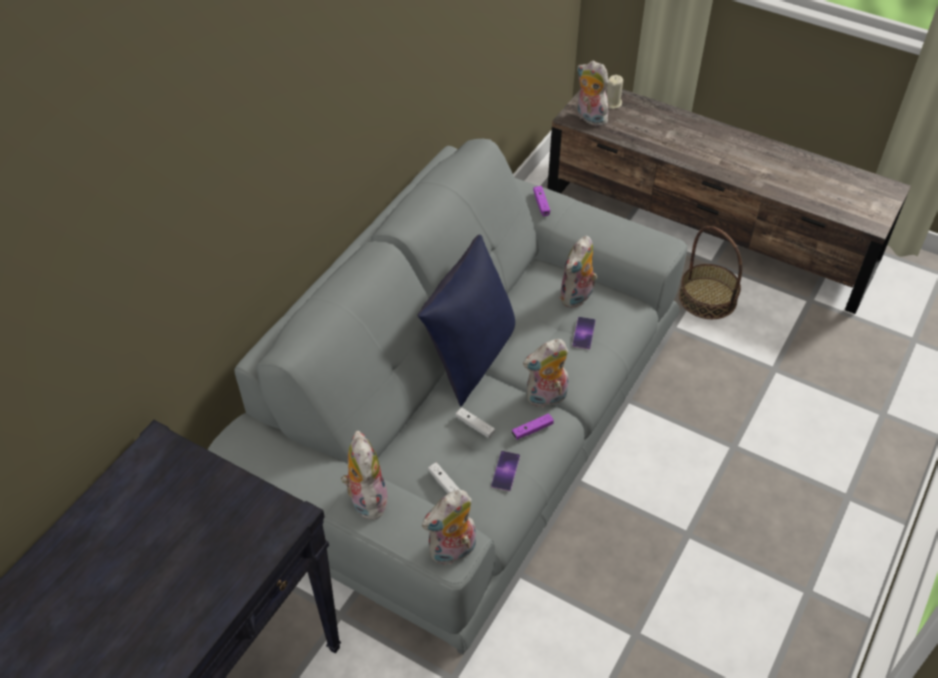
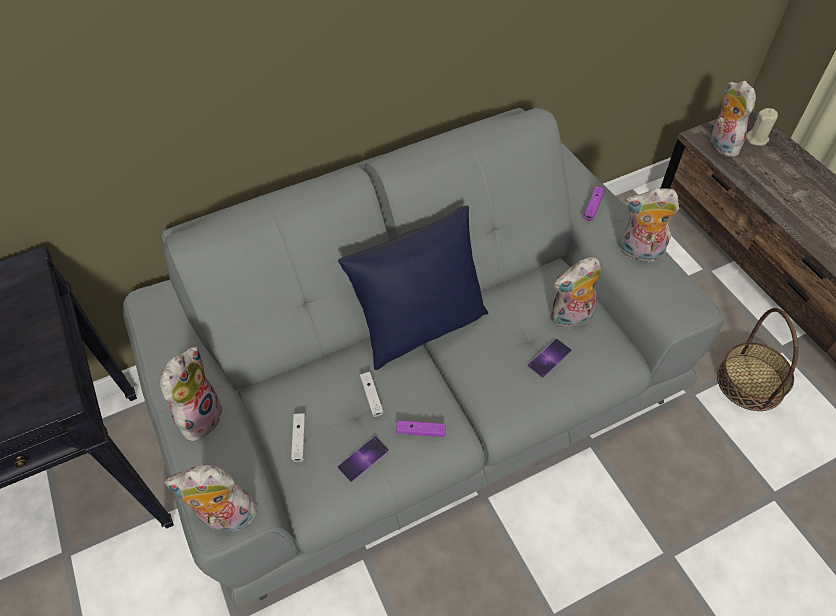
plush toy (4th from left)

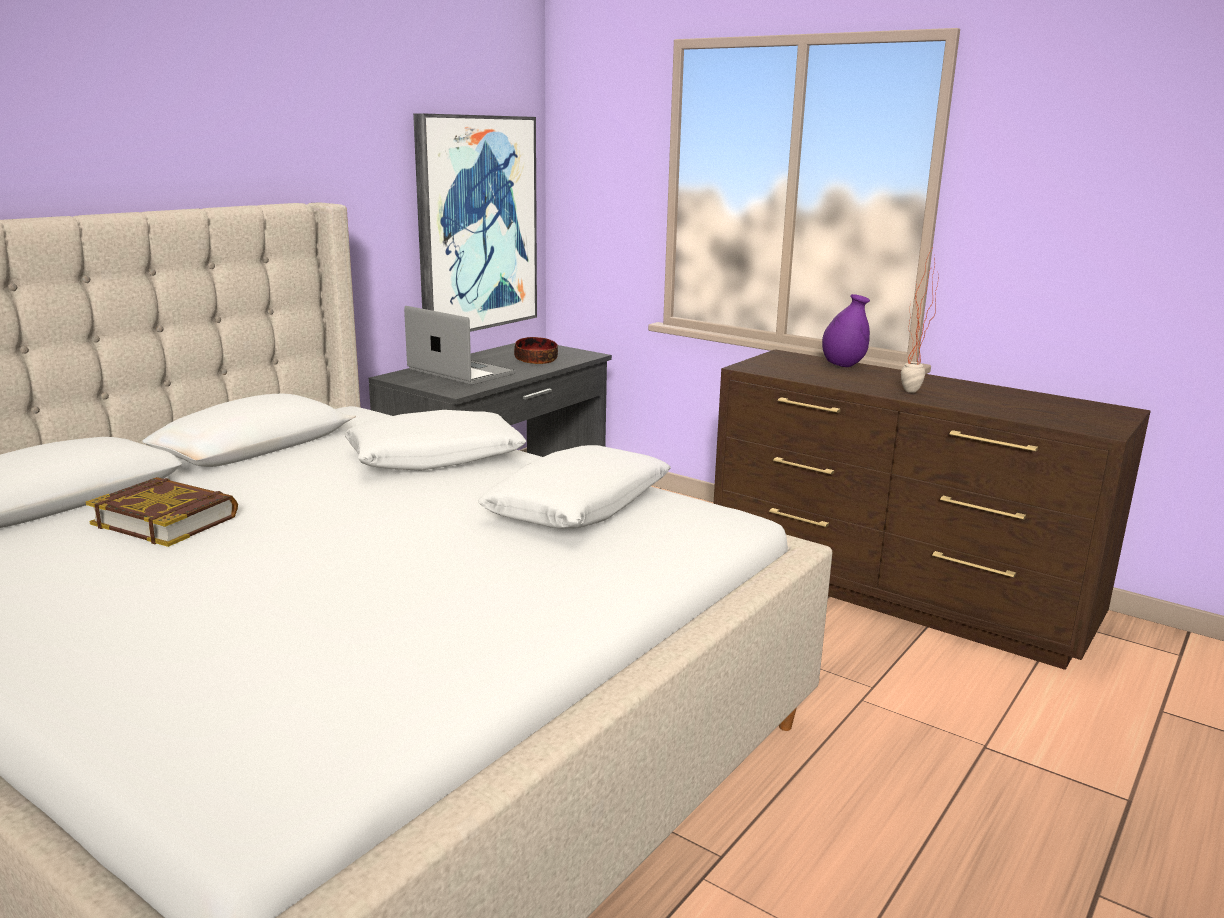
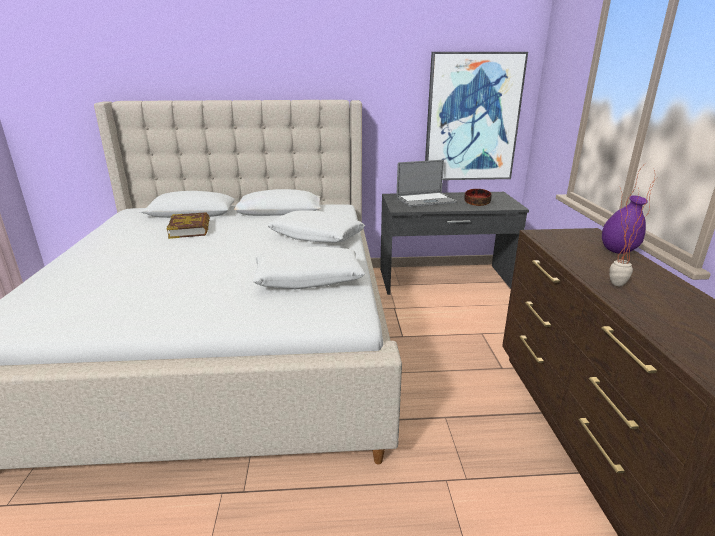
laptop

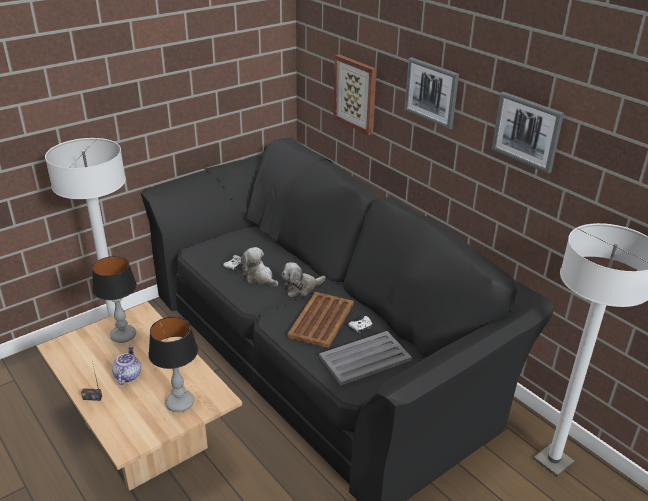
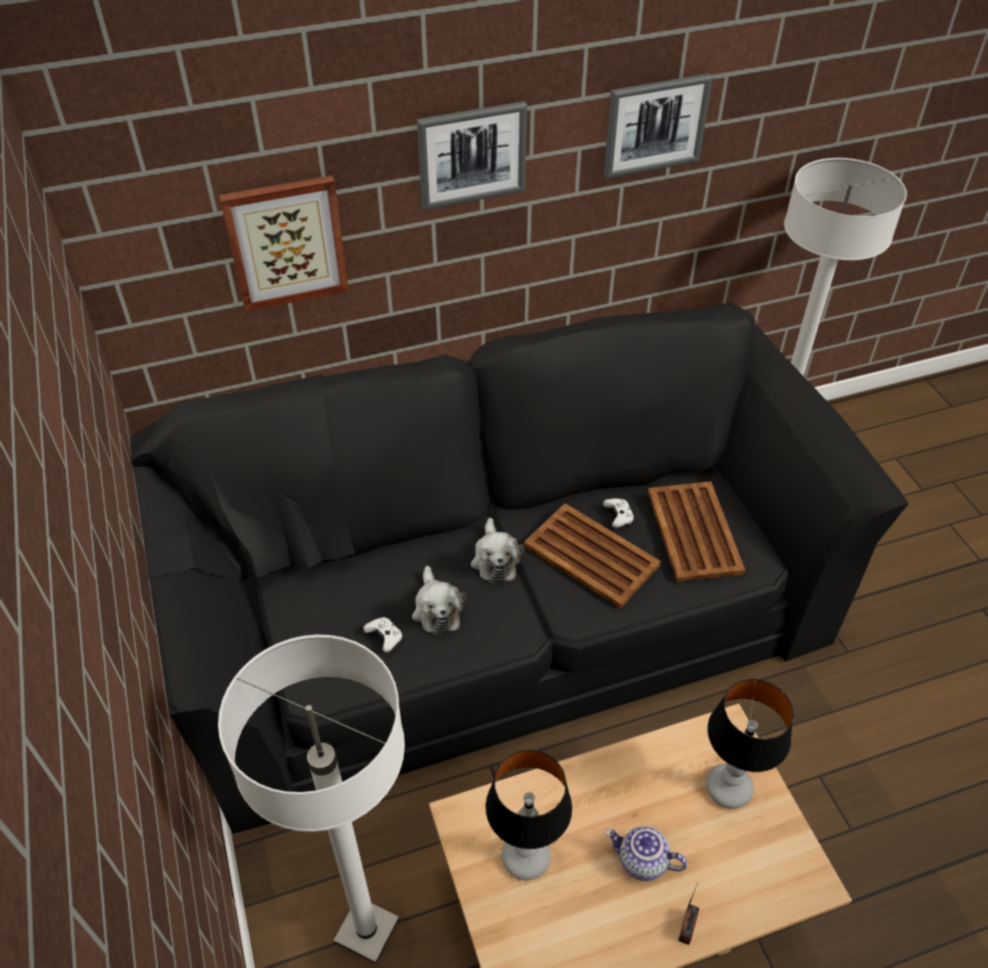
plush toy (1st from left)
brown tray (2nd from left)

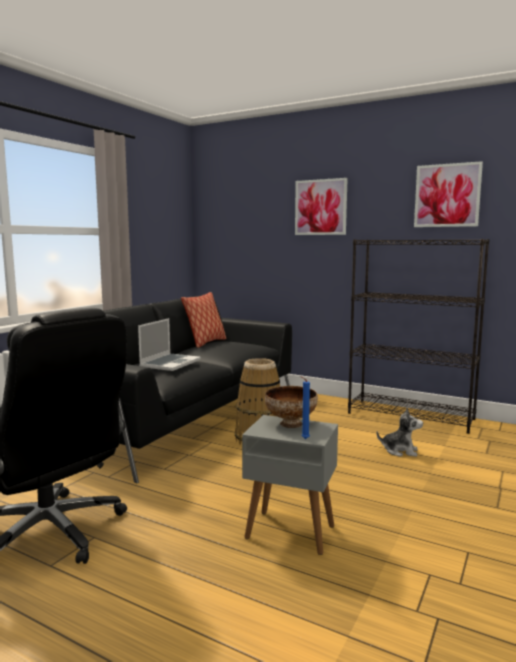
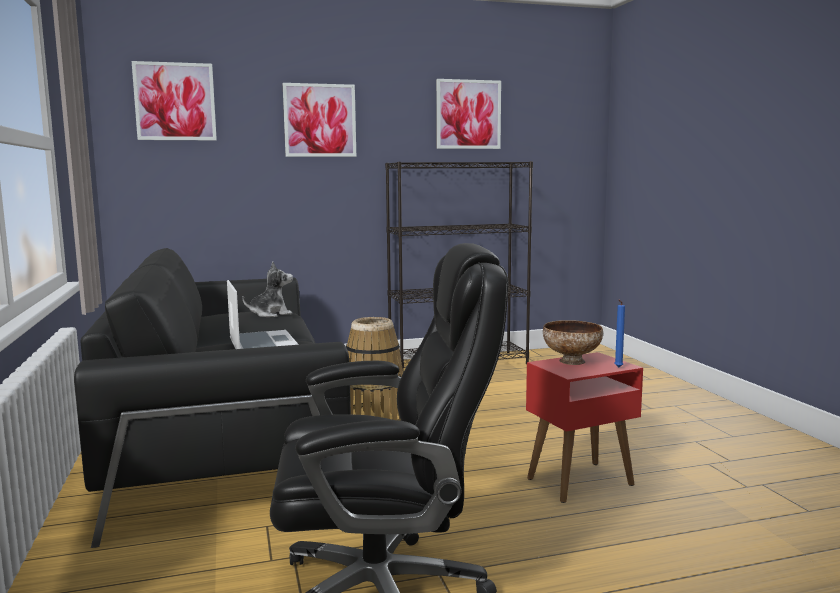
pillow
plush toy
red side table
picture (1st from left)

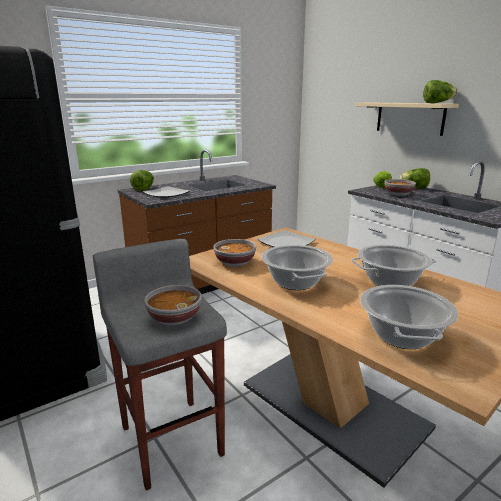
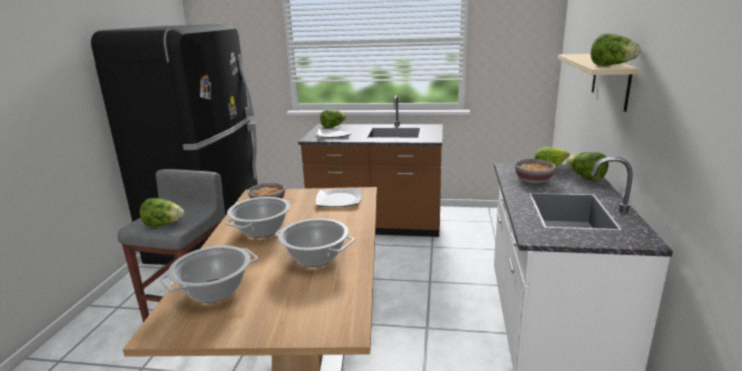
lettuce (1st from left)

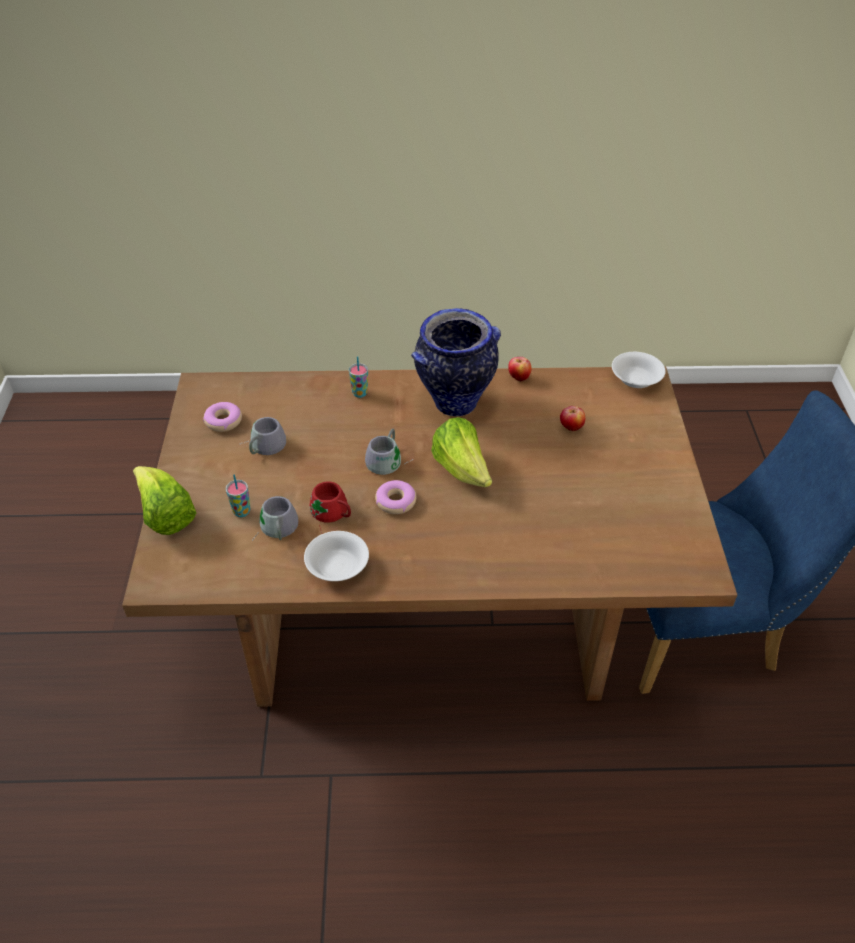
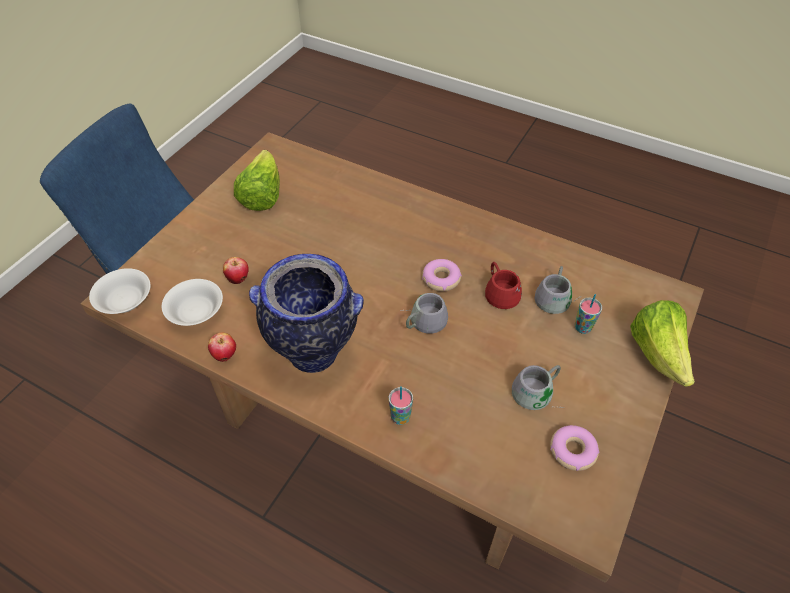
lettuce (1st from left)
white bowl (2nd from left)

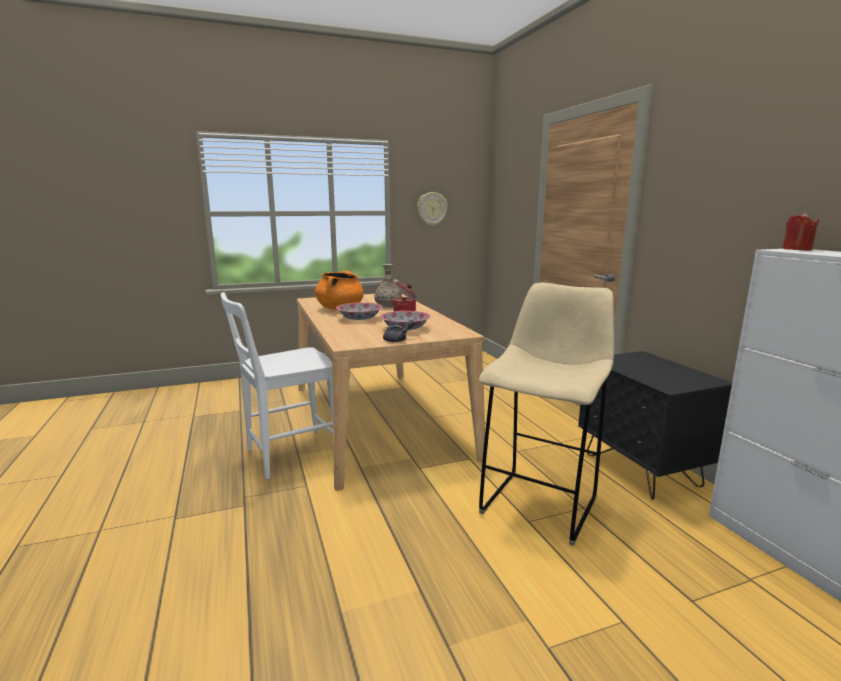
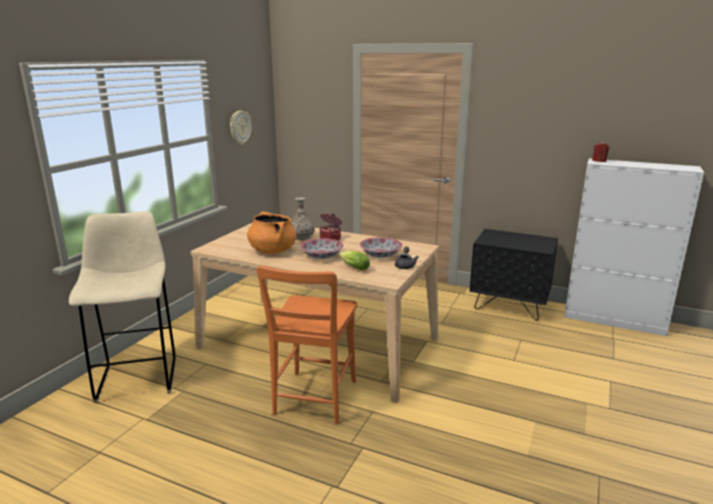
beige stool
orange chair
lettuce

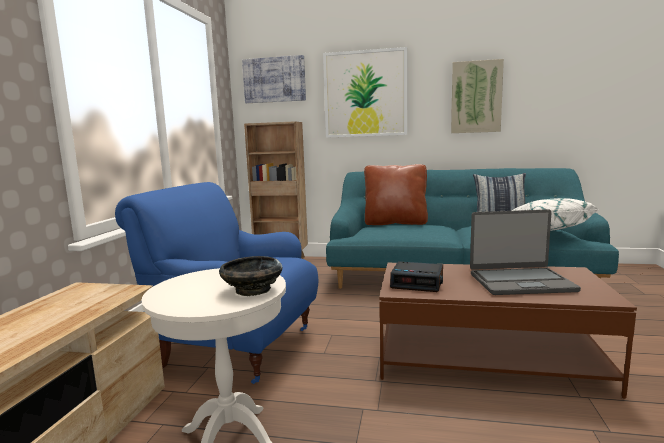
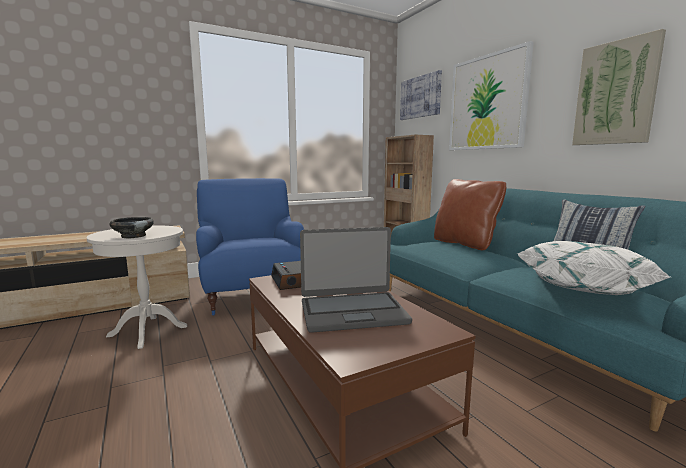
laptop

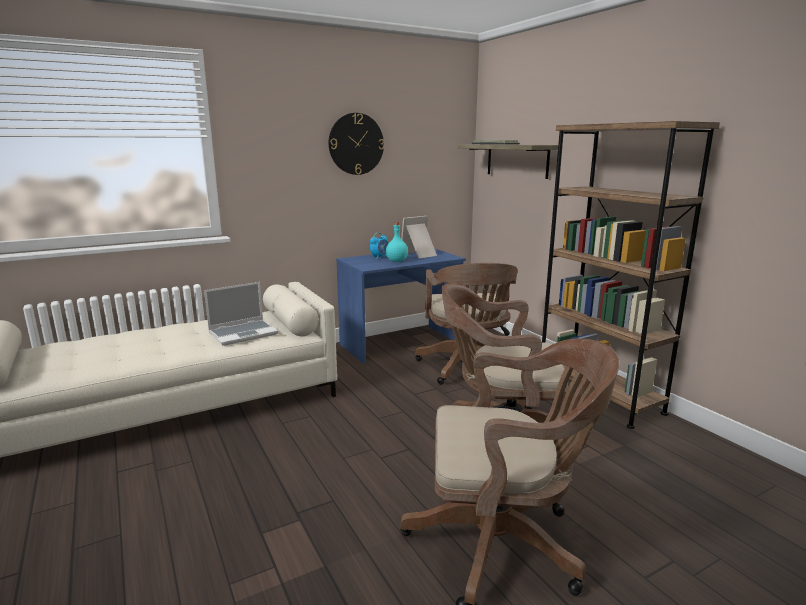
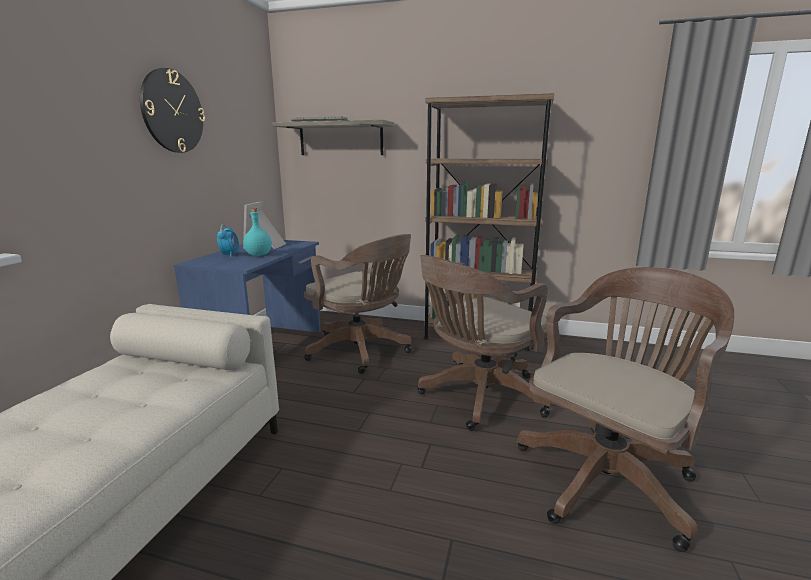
laptop

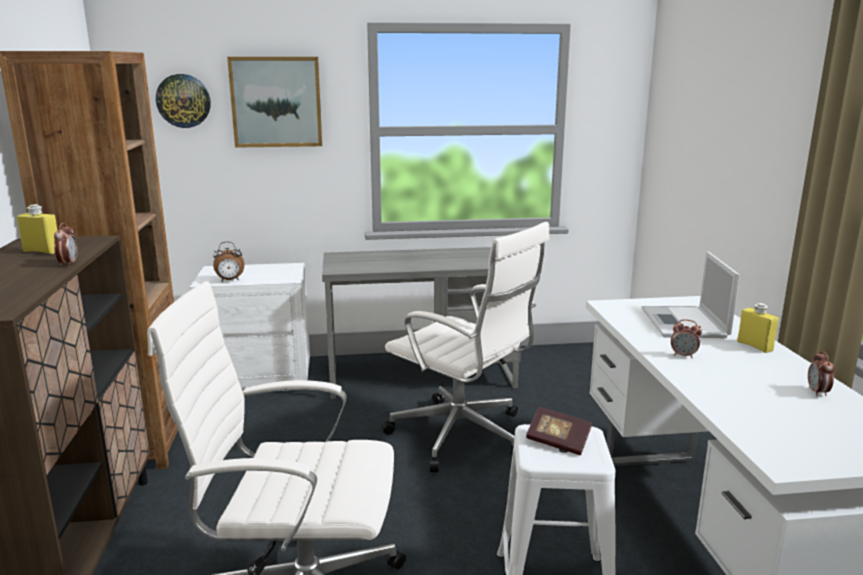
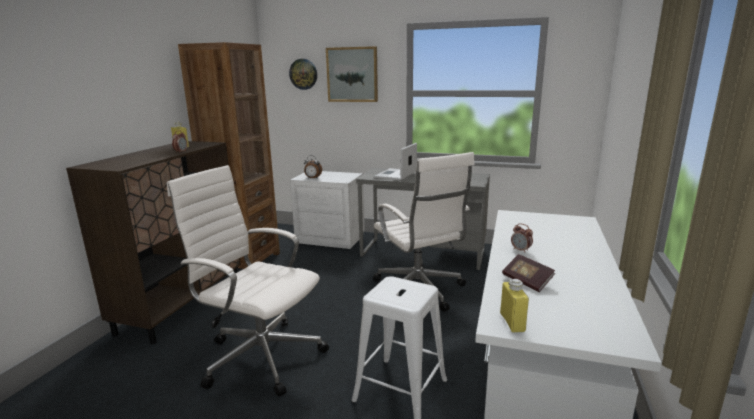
laptop
yellow bottle (2nd from left)
alarm clock (4th from left in the first image)
book

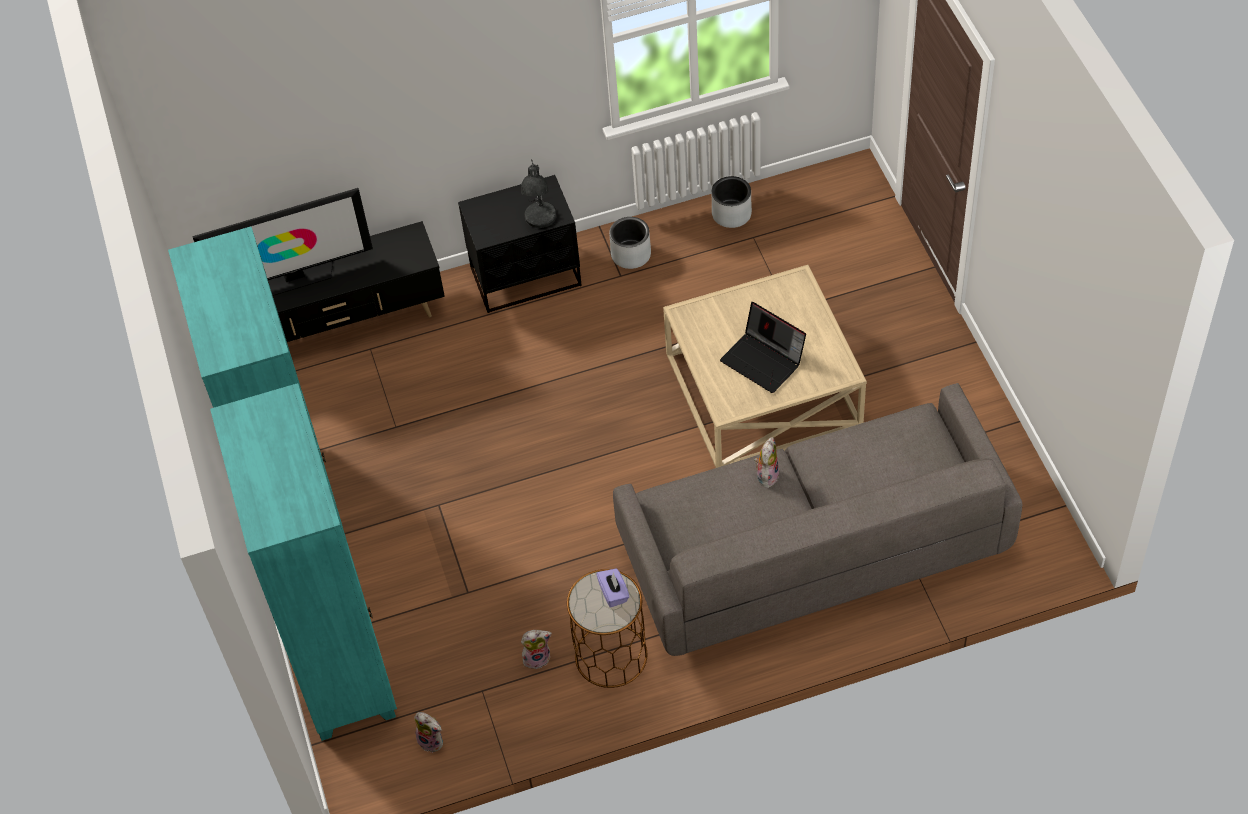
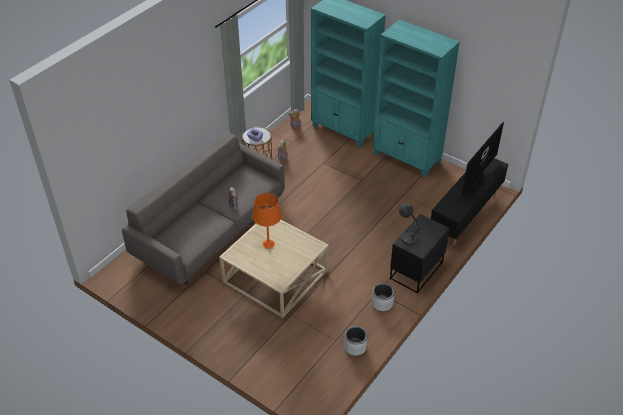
orange table lamp

